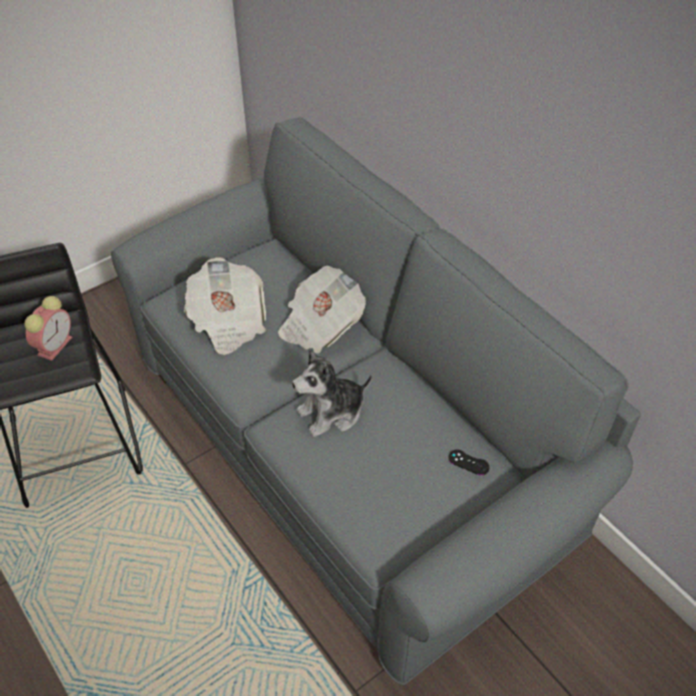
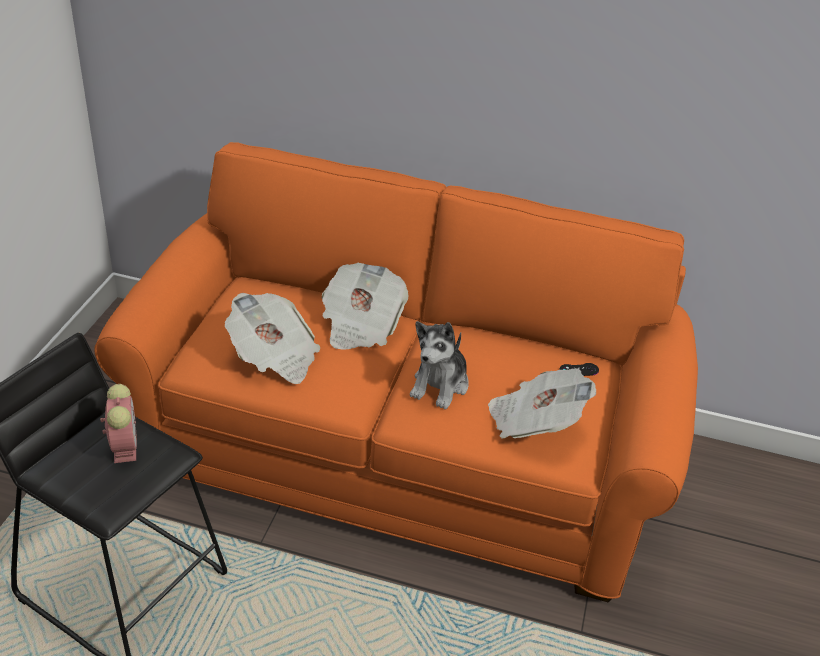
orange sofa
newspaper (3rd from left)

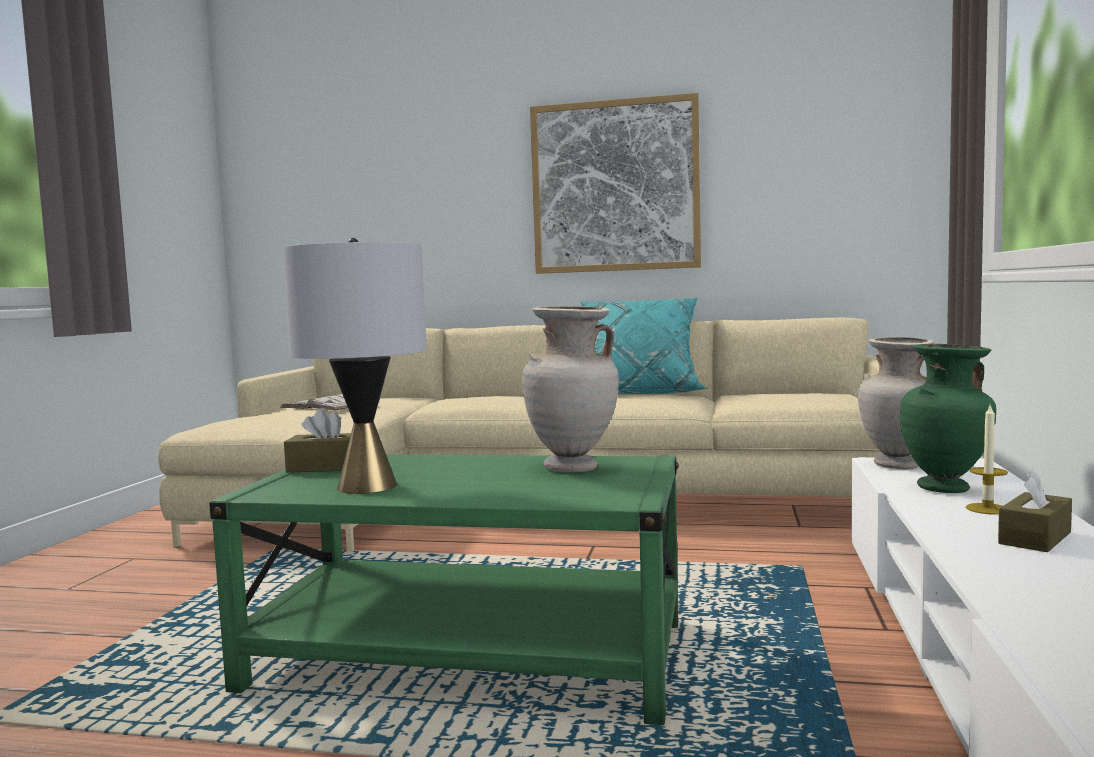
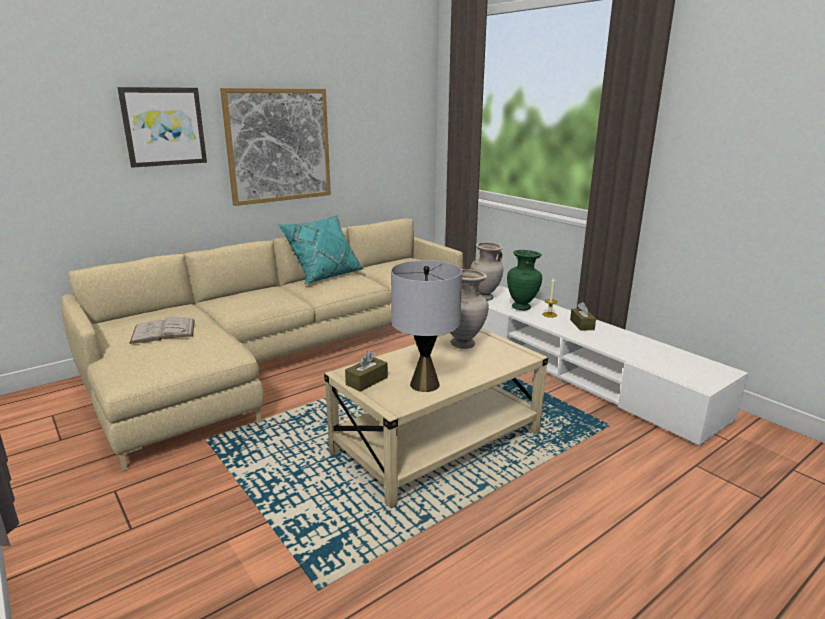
beige coffee table
picture (1st from left)

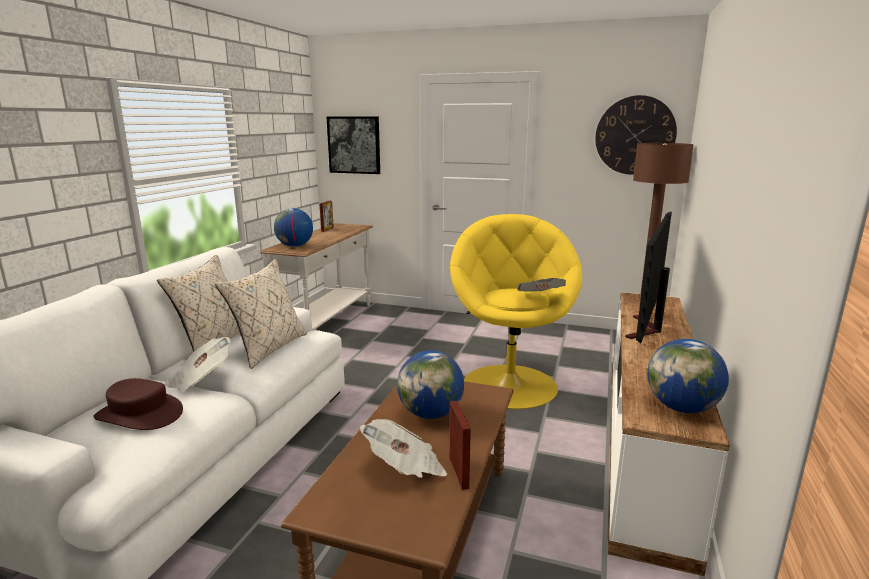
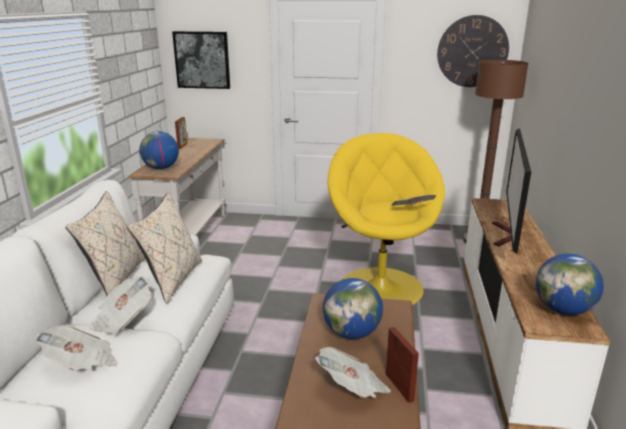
newspaper (1st from left)

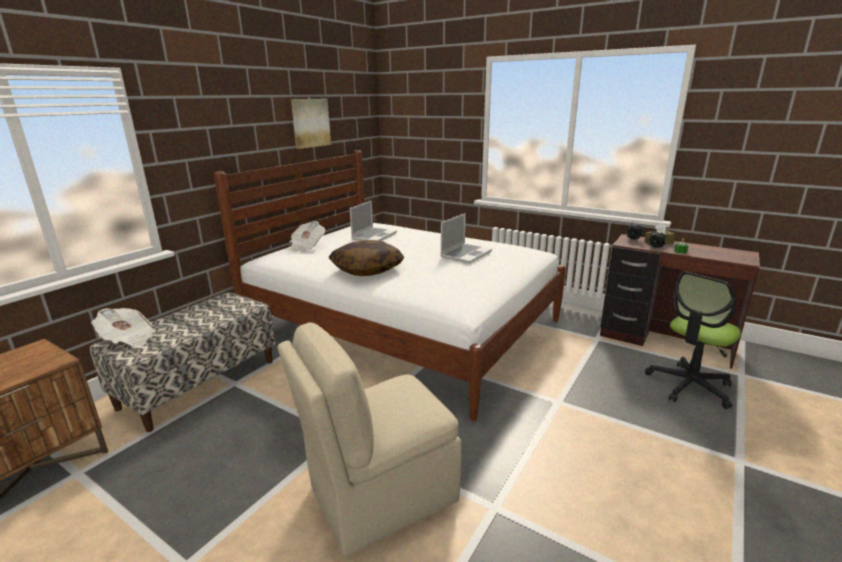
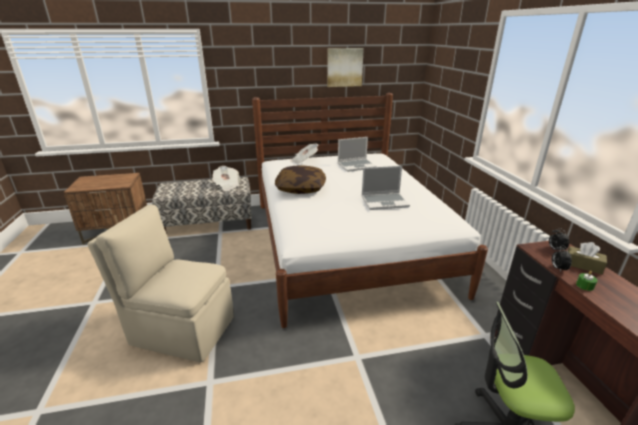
newspaper (1st from left)

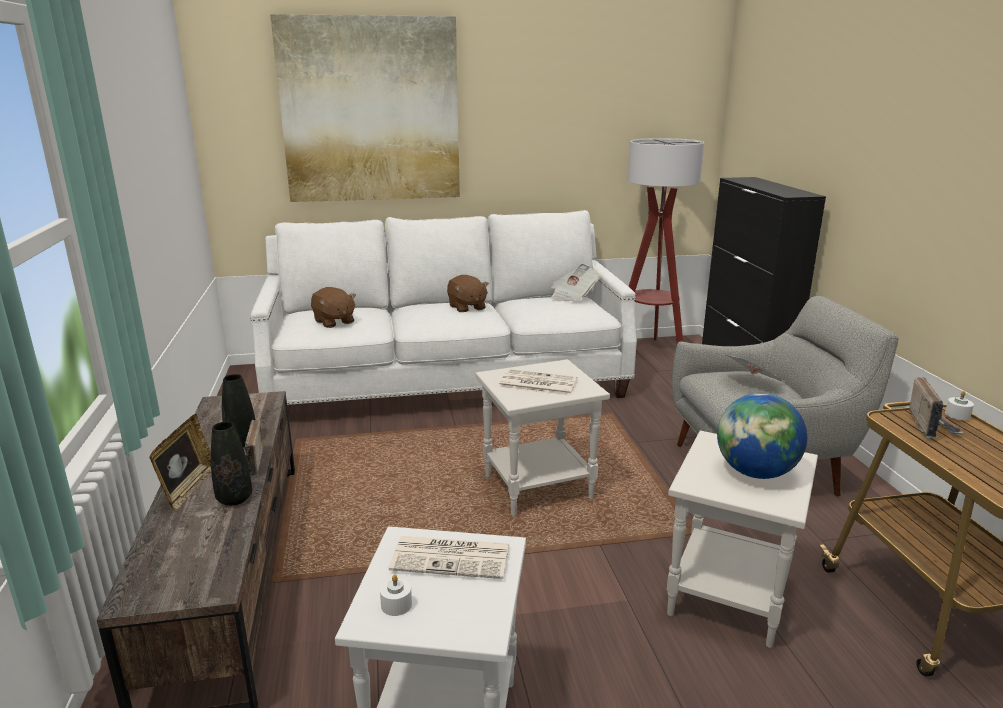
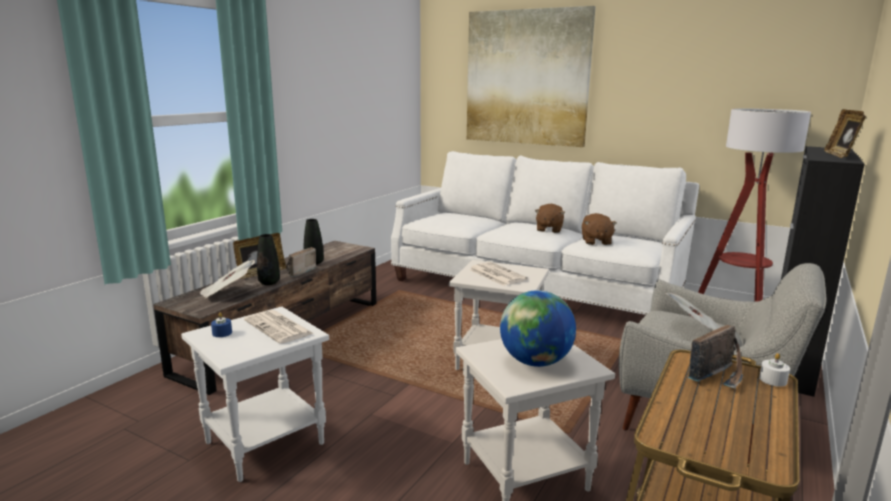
newspaper (1st from left)
brown plush toy (2nd from left)
blue candle
picture frame (2nd from left)

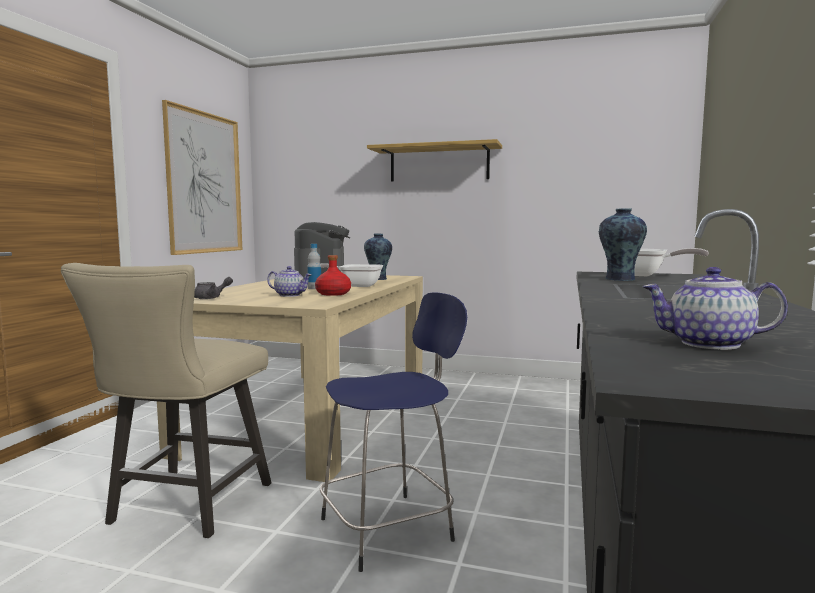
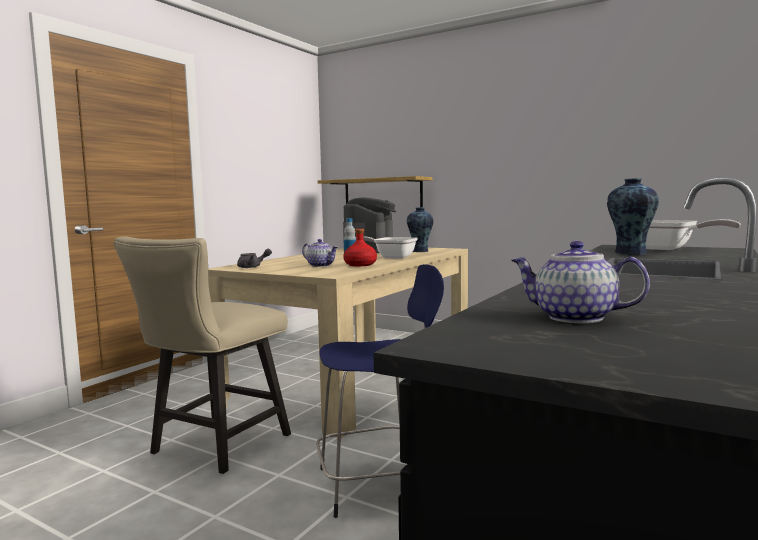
picture
shelf

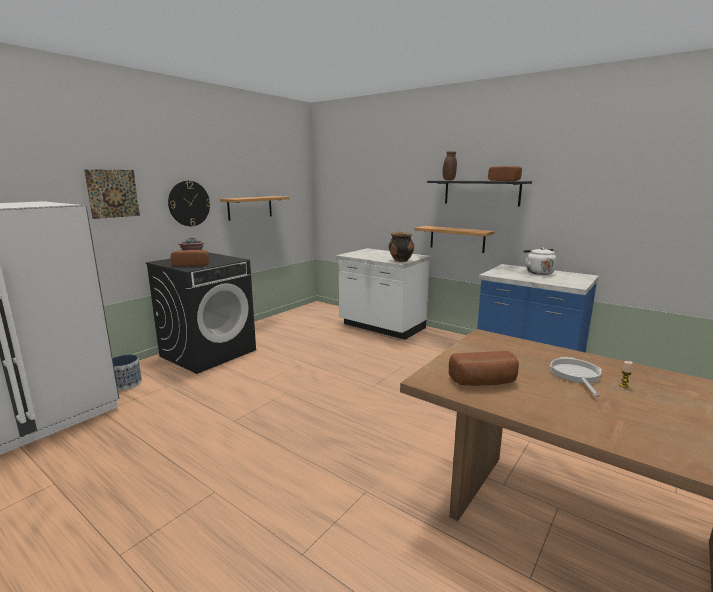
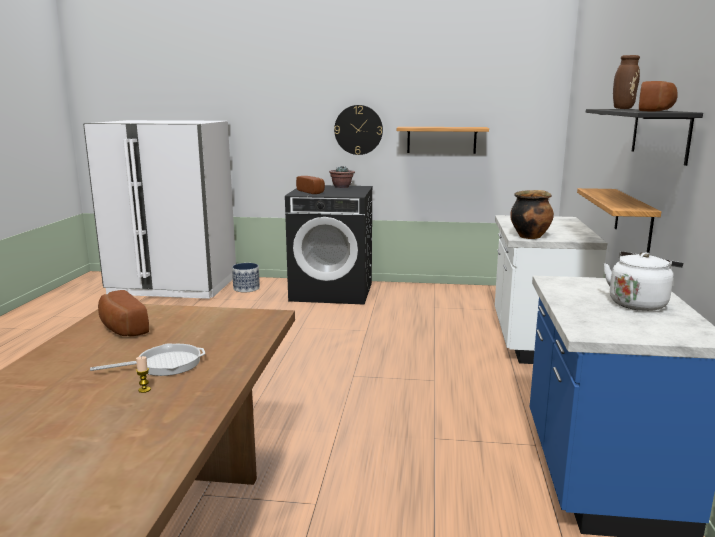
picture

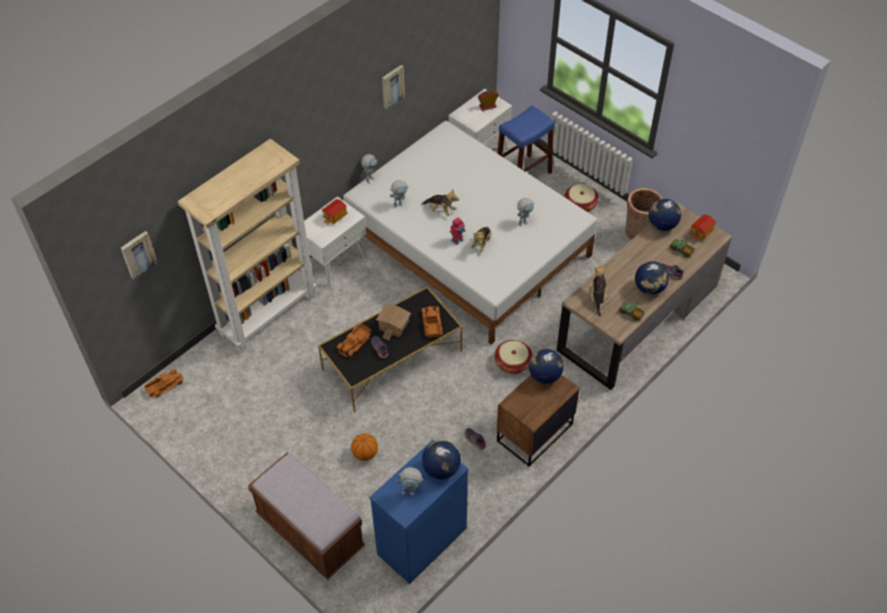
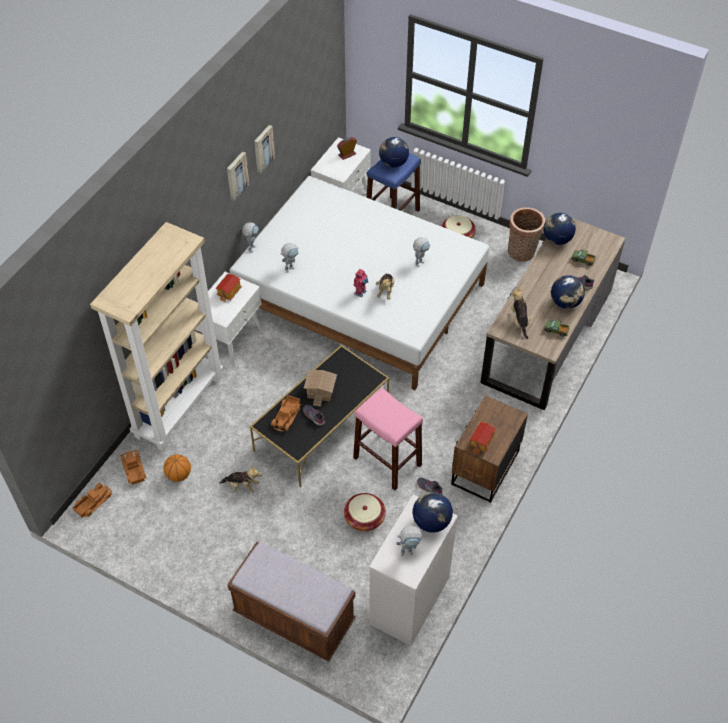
plush toy (1st from left)
toy house (3rd from left)
picture (1st from left)
toy truck (2nd from left)
basket (1st from left)
globe (1st from left)
basketball
white dresser
pink stool

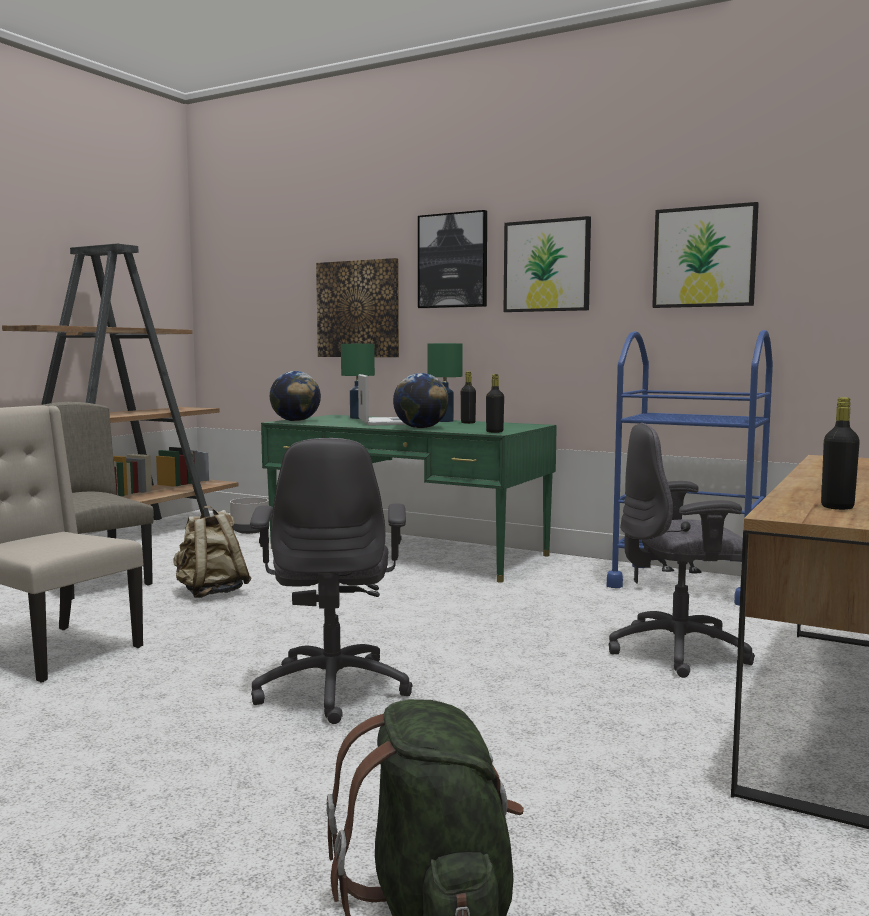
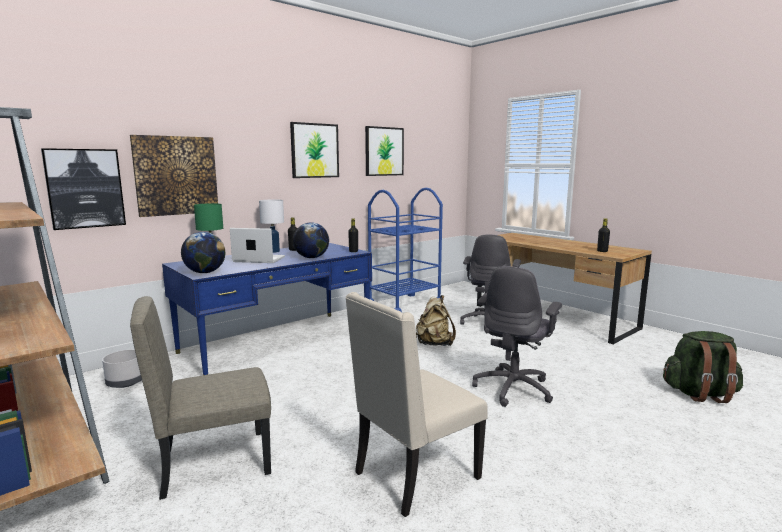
picture (1st from left)
white table lamp
blue desk
grey office chair (2nd from left)
beige backpack

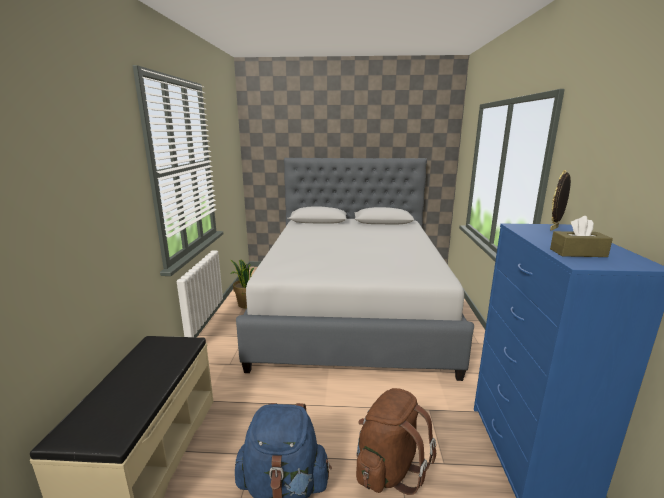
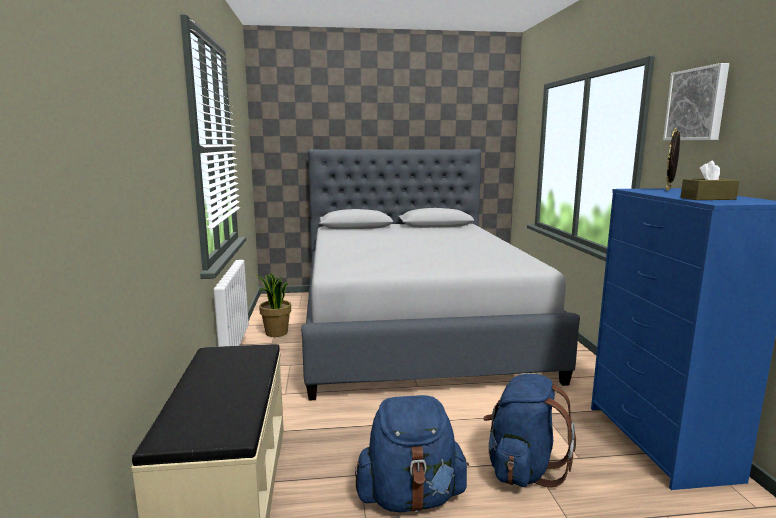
blue backpack (2nd from left)
picture

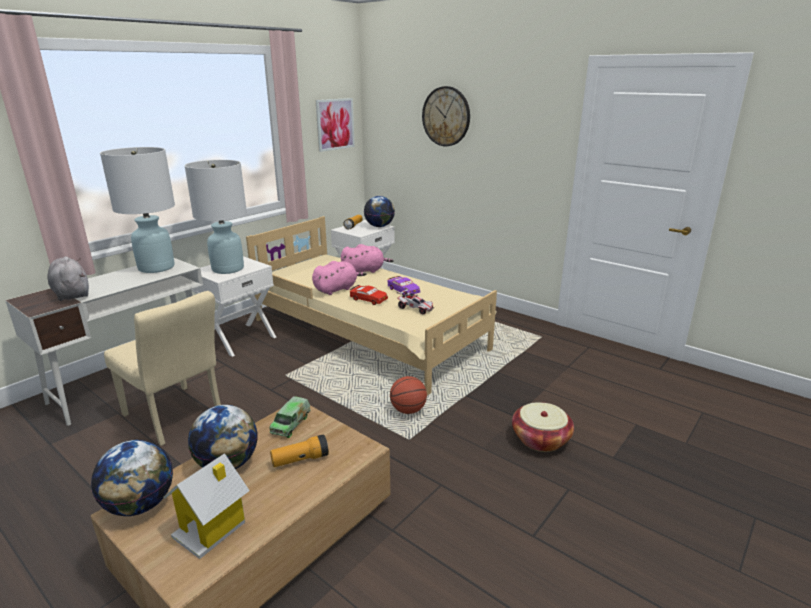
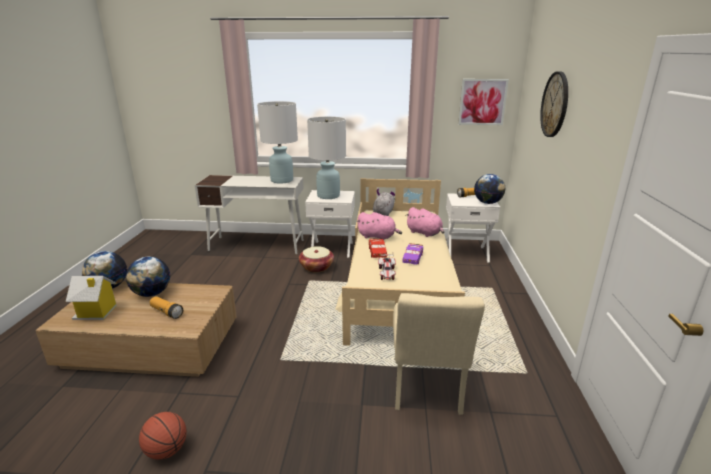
grey plush toy
beige chair
basketball
toy truck
basket

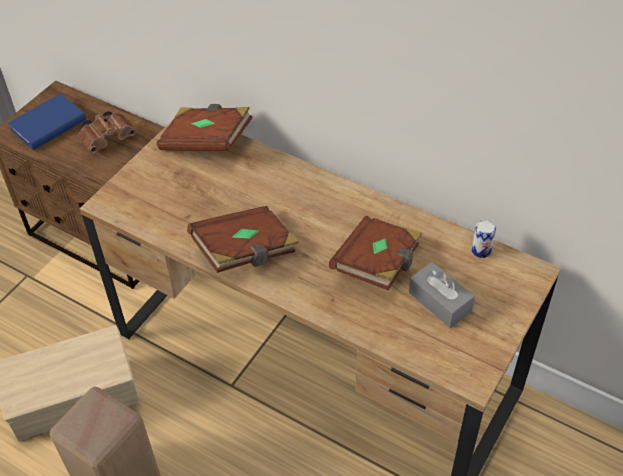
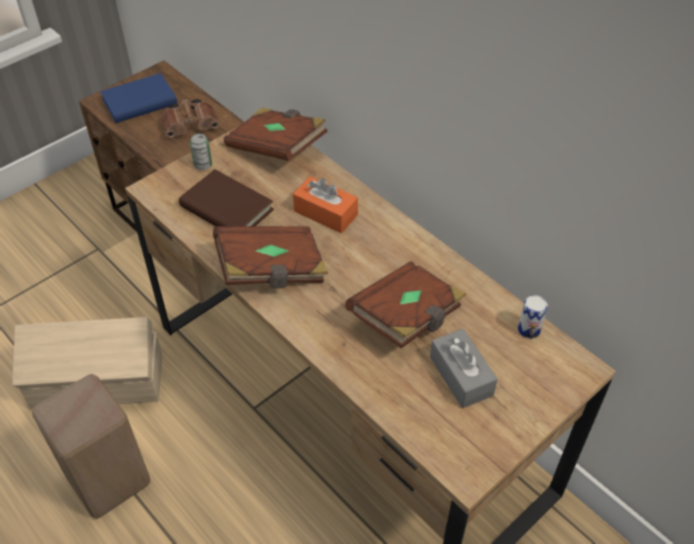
can (1st from left)
brown book (1st from left)
orange tissue box

